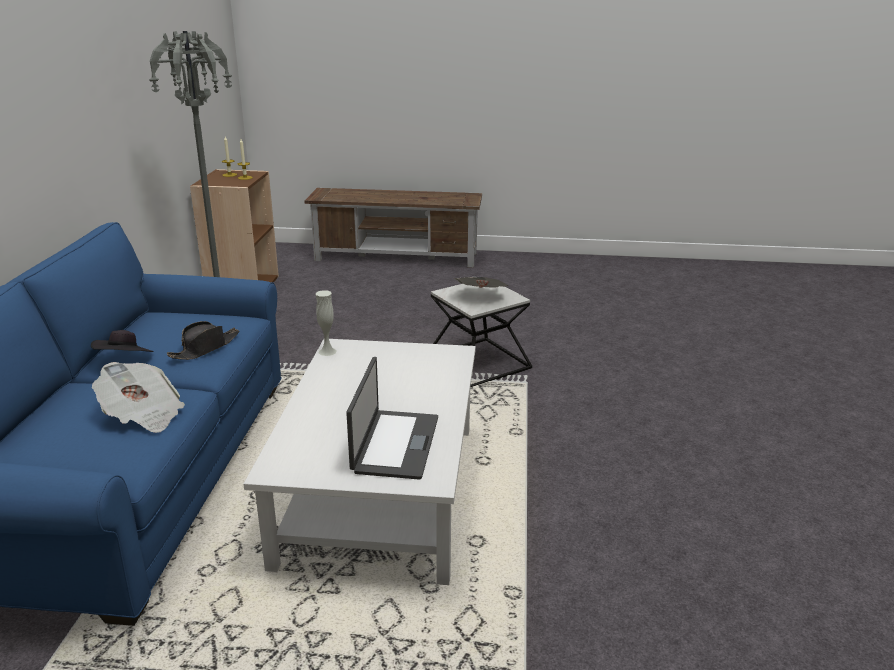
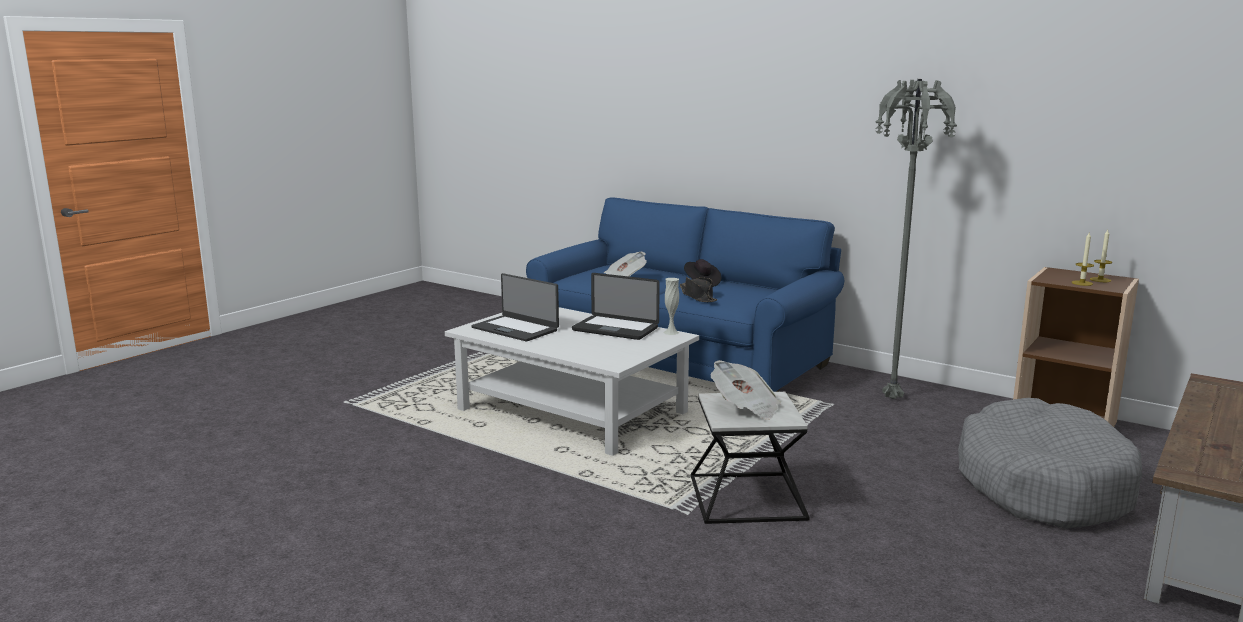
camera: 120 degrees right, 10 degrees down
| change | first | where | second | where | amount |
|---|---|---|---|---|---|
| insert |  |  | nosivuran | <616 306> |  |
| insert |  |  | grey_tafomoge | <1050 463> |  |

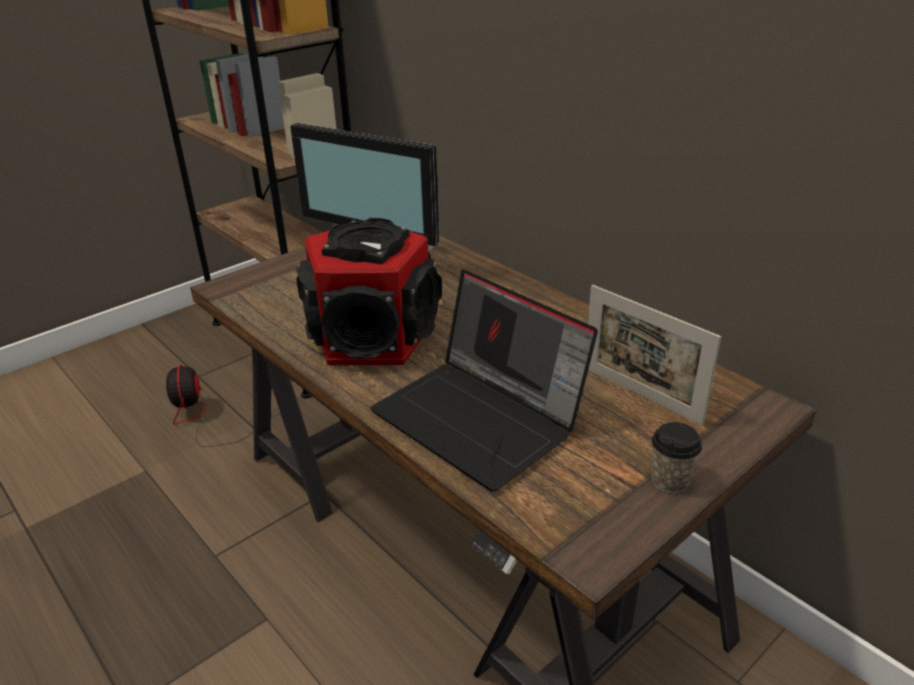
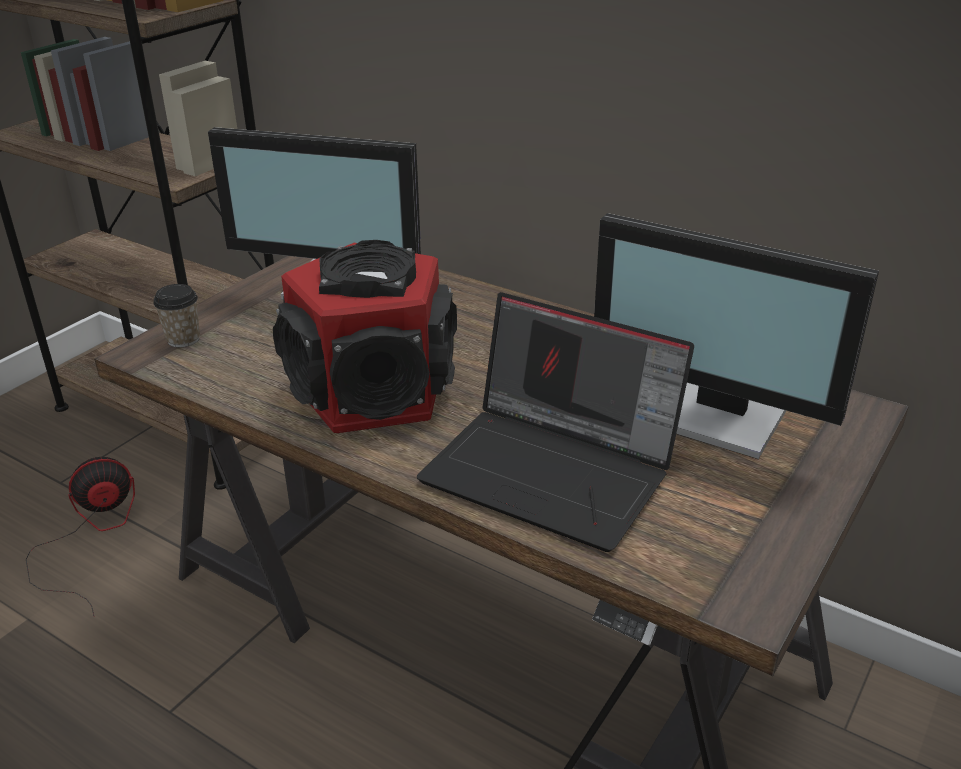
camera: 15 degrees left, 0 degrees up
| change | first | where | second | where | amount |
|---|---|---|---|---|---|
| rotate | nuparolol | <223 406> |  | <80 536> | 90 degrees clockwise |
| replace | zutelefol | <654 355> | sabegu | <736 336> |  |
| move | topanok | <676 458> |  | <176 315> |  |

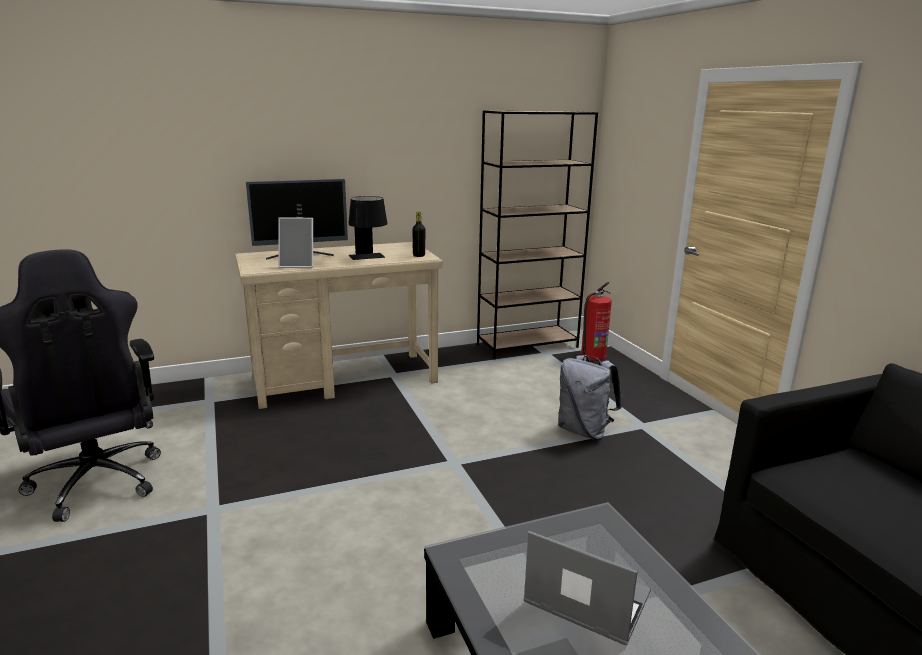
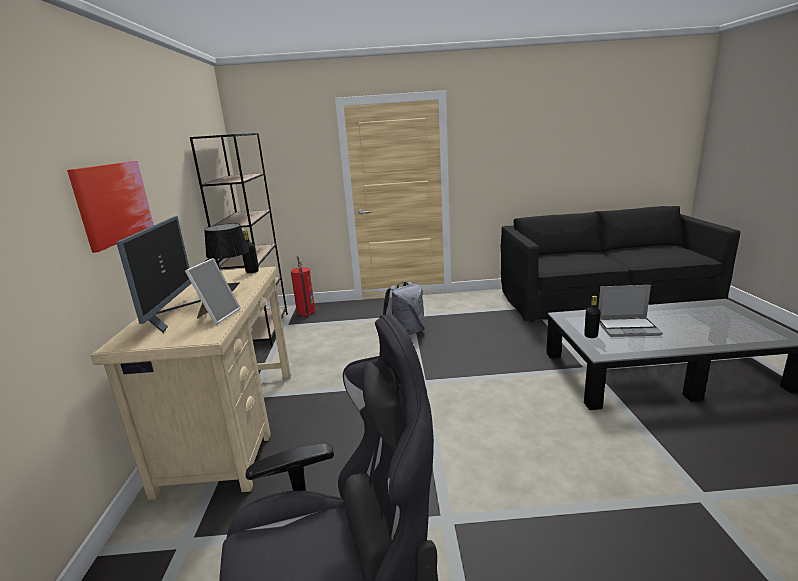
camera: 70 degrees left, 0 degrees up
| change | first | where | second | where | amount |
|---|---|---|---|---|---|
| rotate | nosivuran | <587 588> |  | <630 311> | 135 degrees counterclockwise |
| insert |  |  | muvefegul | <110 207> |  |
| insert |  |  | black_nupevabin | <592 316> |  |

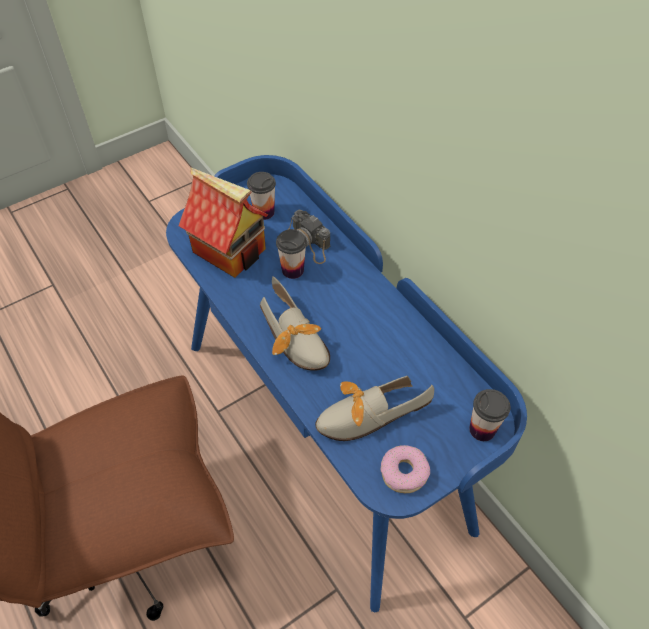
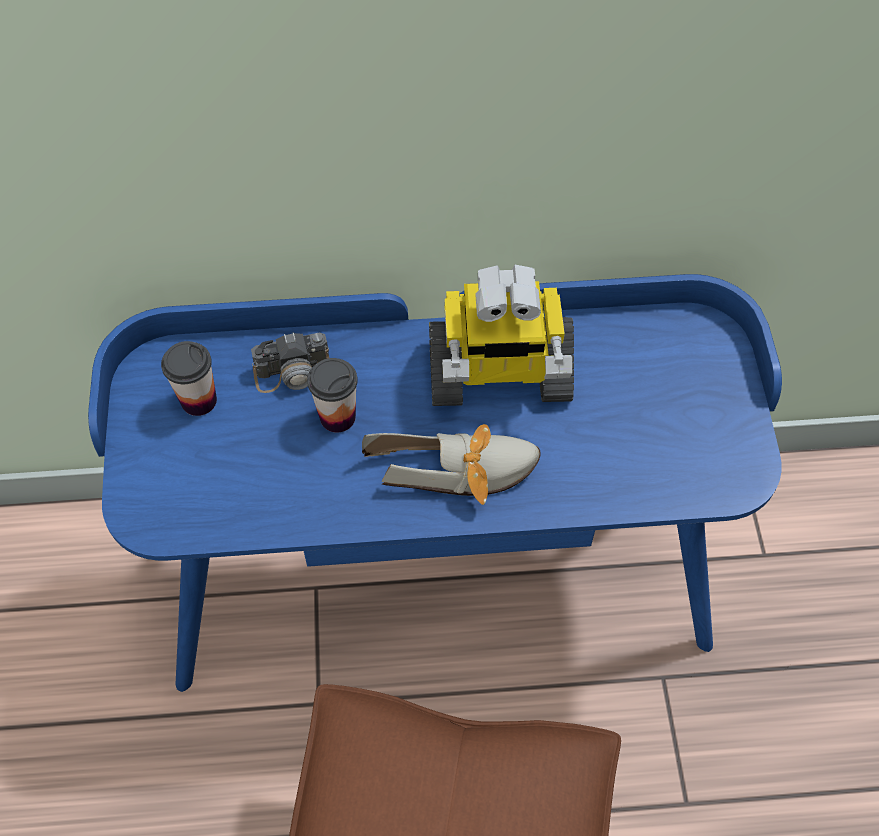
camera: 60 degrees left, 5 degrees up
| change | first | where | second | where | amount |
|---|---|---|---|---|---|
| delete | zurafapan | <223 223> |  |  |  |
| delete | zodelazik | <374 408> |  |  |  |
| delete | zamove | <405 469> |  |  |  |
| delete | topanok | <489 415> |  |  |  |
| insert |  |  | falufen | <501 335> |  |

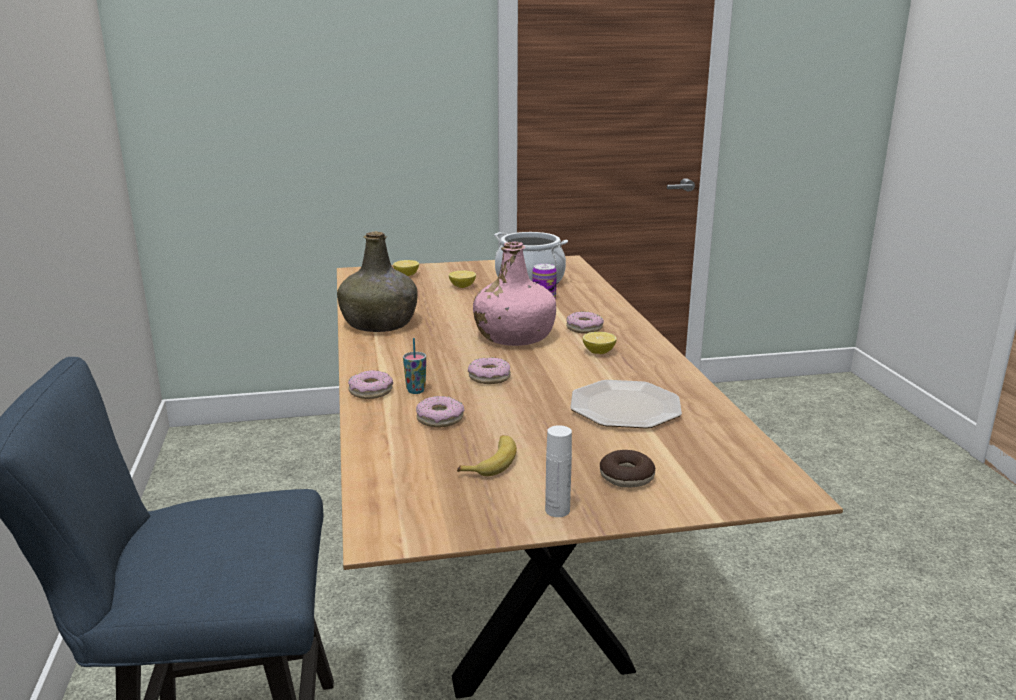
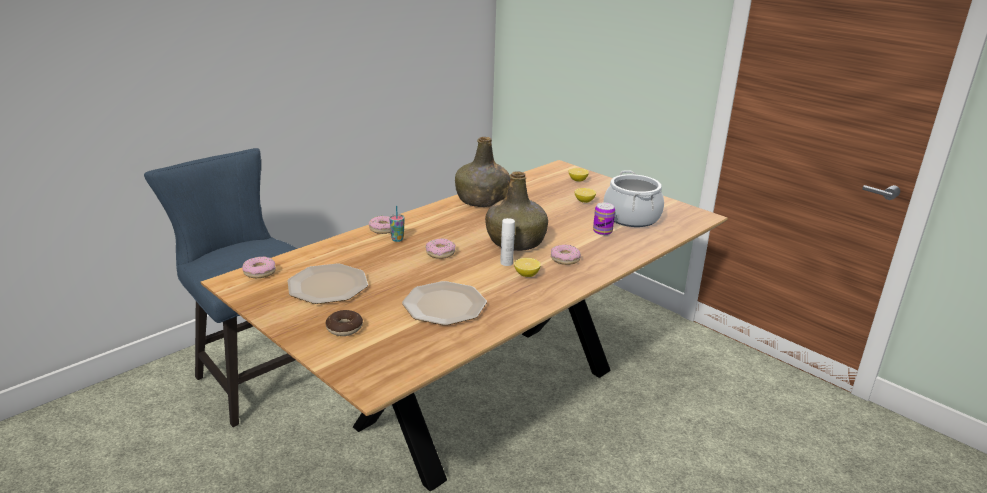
camera: 55 degrees right, 5 degrees up
| change | first | where | second | where | amount |
|---|---|---|---|---|---|
| move | zamove | <440 411> |  | <259 267> |  |
| replace | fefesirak | <487 455> | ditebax | <327 283> |  |
| recolor | pink_nupevabin | <514 294> | green_nupevabin | <516 211> |  |
| move | white_nupevabin | <558 471> |  | <507 242> |  |

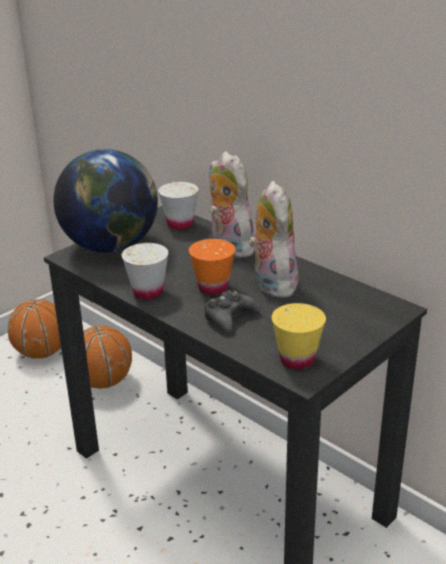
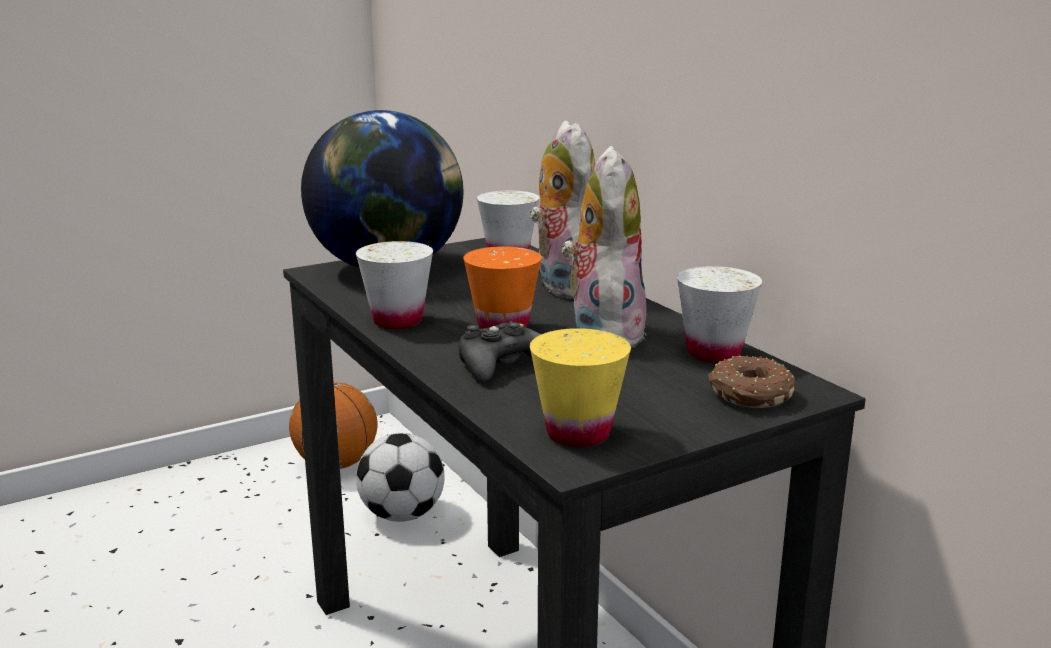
camera: 15 degrees right, 10 degrees down
| change | first | where | second | where | amount |
|---|---|---|---|---|---|
| replace | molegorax | <107 357> | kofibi | <400 477> |  |
| insert |  |  | white_topanok | <719 314> |  |
| insert |  |  | zamove | <752 382> |  |

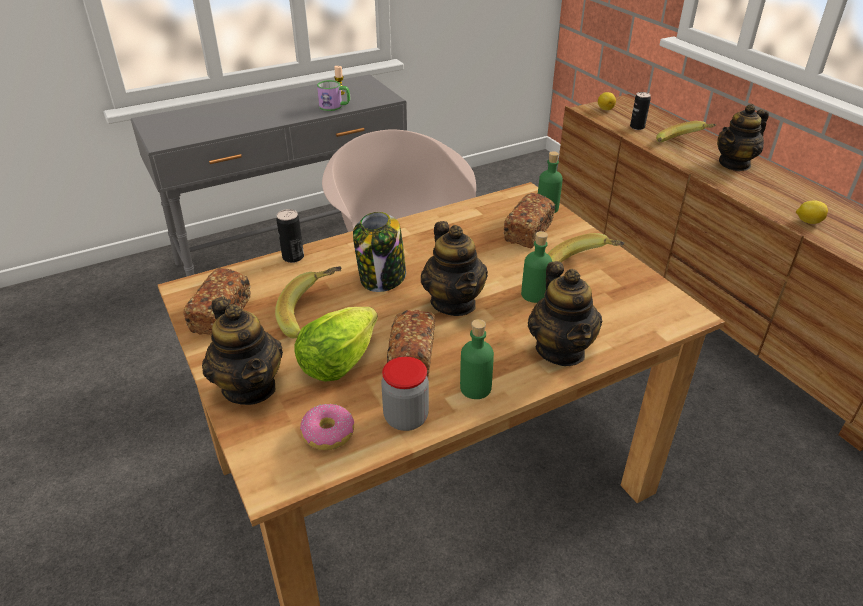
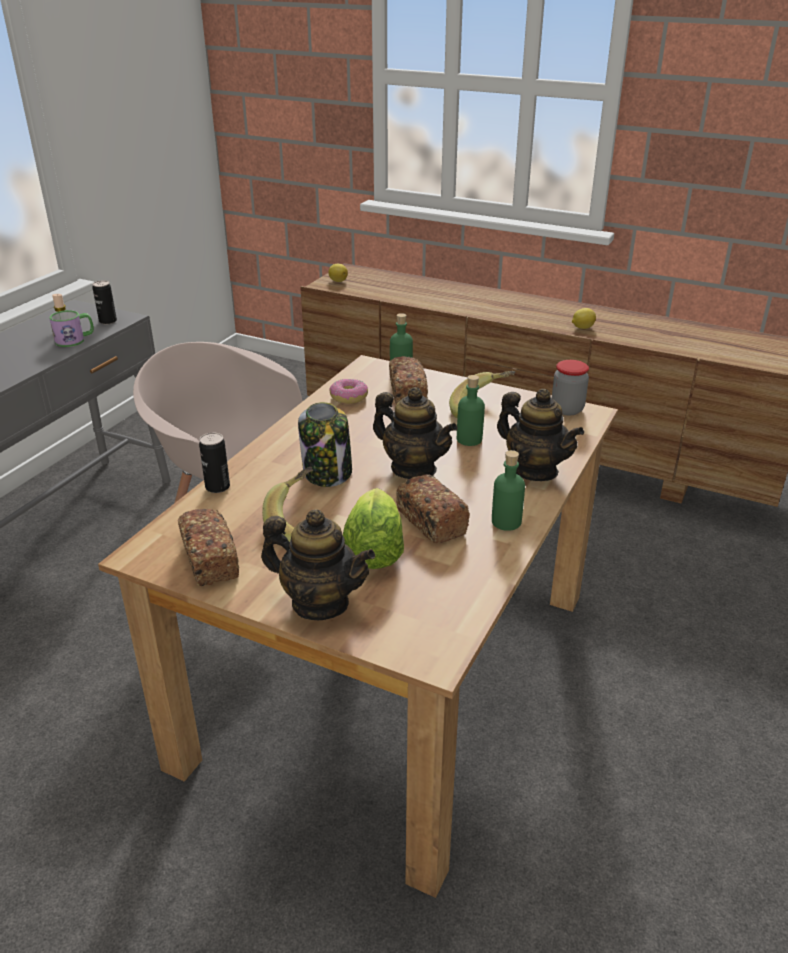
camera: 35 degrees left, 5 degrees down
| change | first | where | second | where | amount |
|---|---|---|---|---|---|
| move | zamove | <327 427> |  | <348 391> |  |
| move | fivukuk | <405 394> |  | <570 387> |  |
| move | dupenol | <640 111> |  | <104 303> |  |
| delete | fefesirak | <686 131> |  |  |  |
| delete | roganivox | <743 137> |  |  |  |

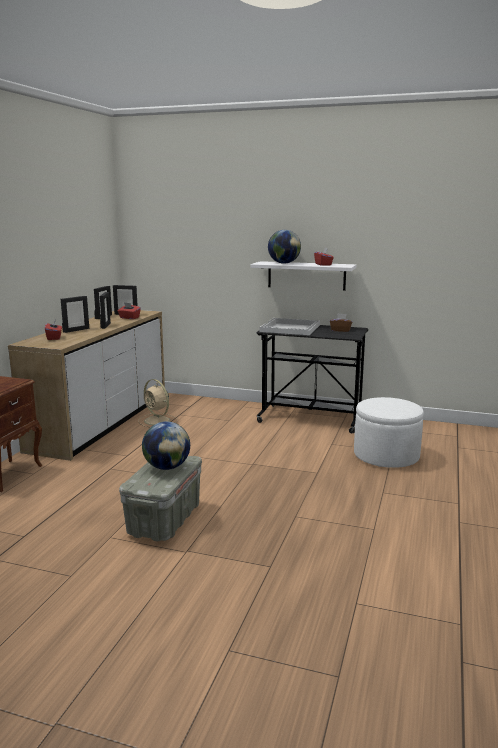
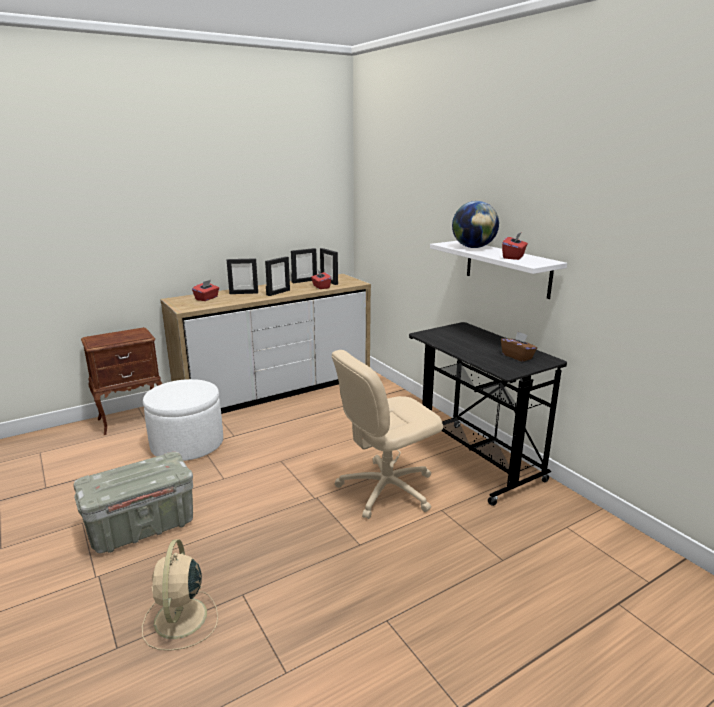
camera: 40 degrees right, 5 degrees up
| change | first | where | second | where | amount |
|---|---|---|---|---|---|
| move | beige_nuparolol | <158 403> |  | <180 595> |  |
| delete | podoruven | <166 445> |  |  |  |
| delete | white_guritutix | <290 326> |  |  |  |
| move | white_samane | <389 432> |  | <183 420> |  |
| insert |  |  | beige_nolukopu | <387 434> |  |

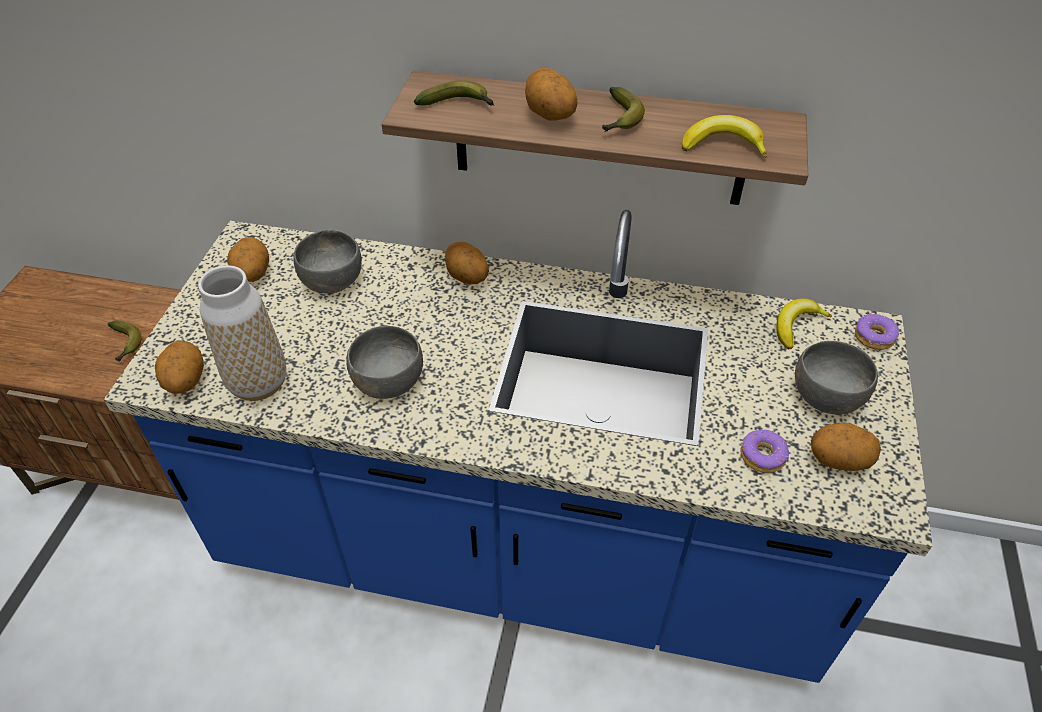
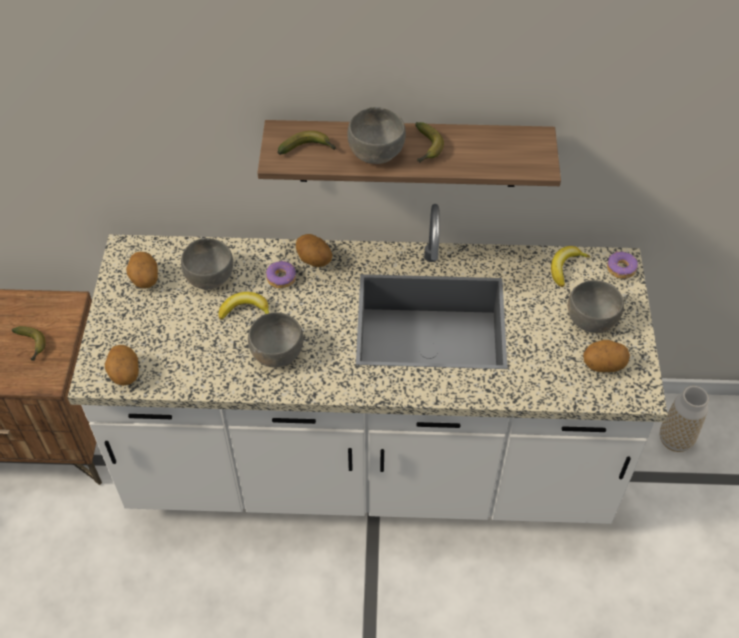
camera: 10 degrees left, 5 degrees up
| change | first | where | second | where | amount |
|---|---|---|---|---|---|
| recolor | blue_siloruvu | <518 446> | white_siloruvu | <367 364> |  |
| move | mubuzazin | <242 333> |  | <684 419> |  |
| replace | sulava | <551 94> | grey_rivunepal | <376 135> |  |
| move | fefesirak | <725 136> |  | <243 306> |  |
| move | zamove | <764 451> |  | <281 274> |  |

